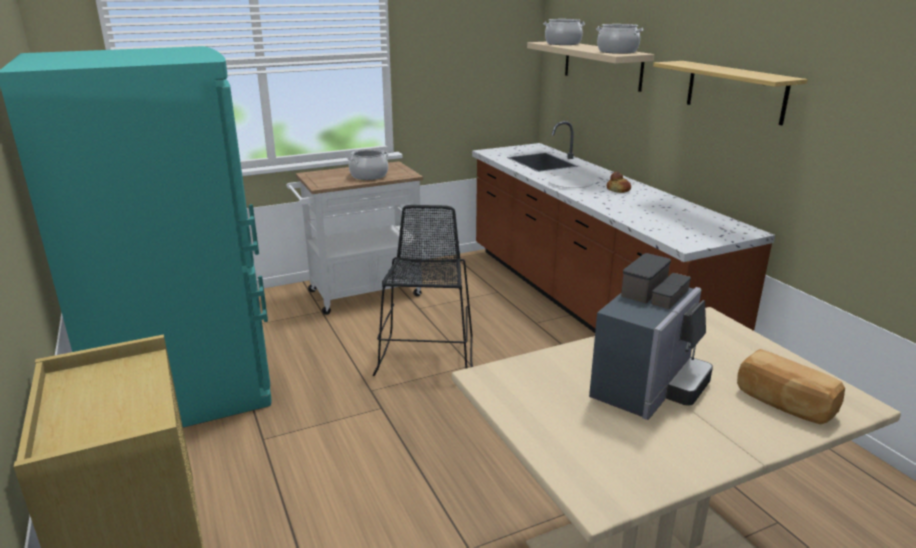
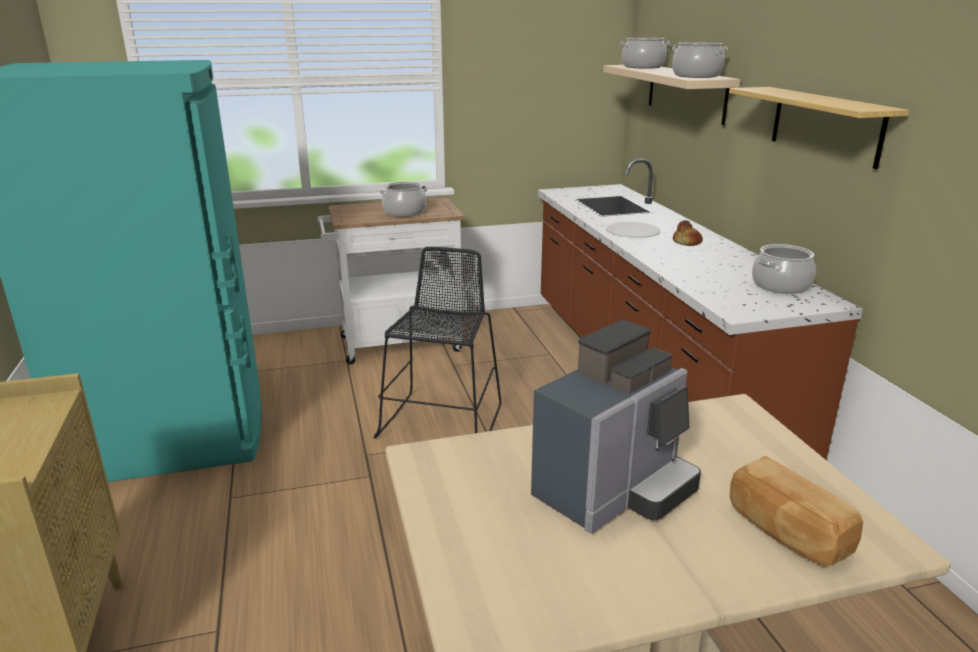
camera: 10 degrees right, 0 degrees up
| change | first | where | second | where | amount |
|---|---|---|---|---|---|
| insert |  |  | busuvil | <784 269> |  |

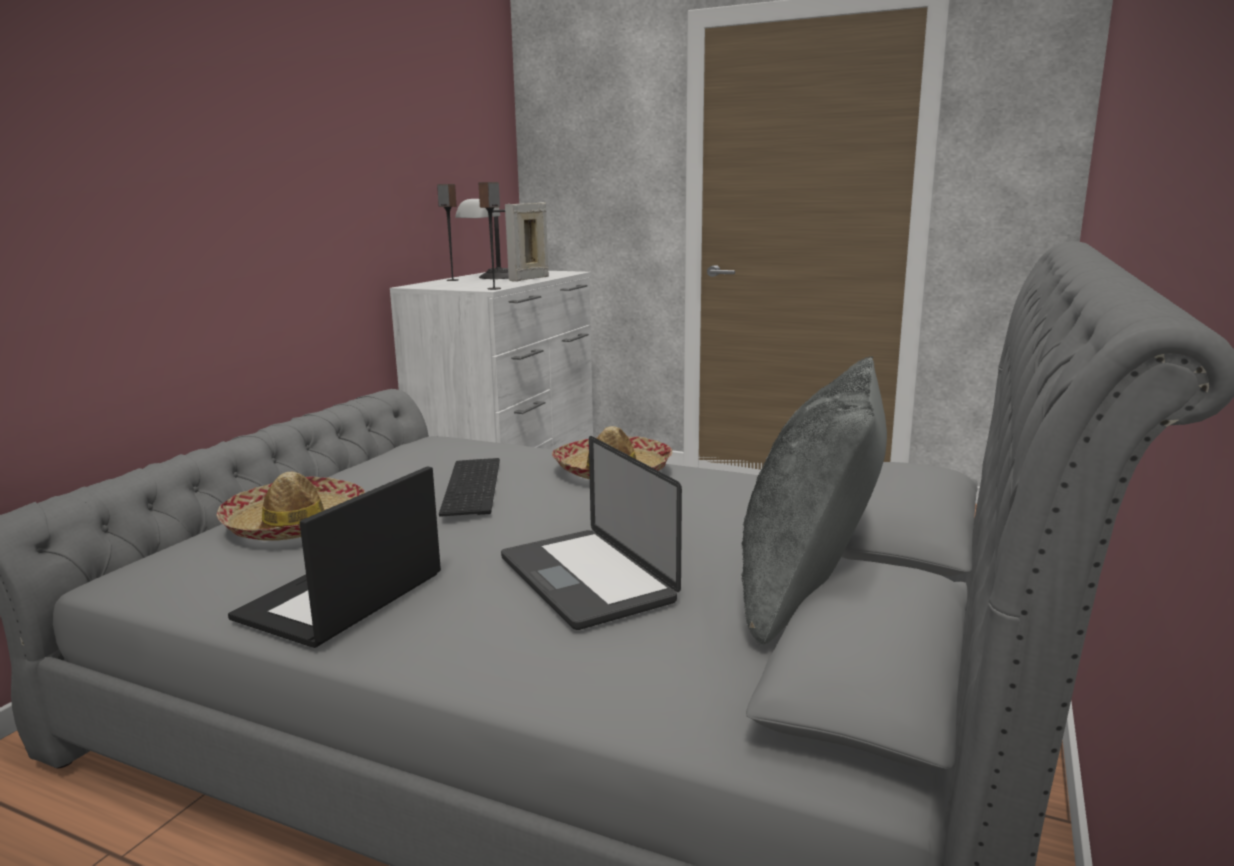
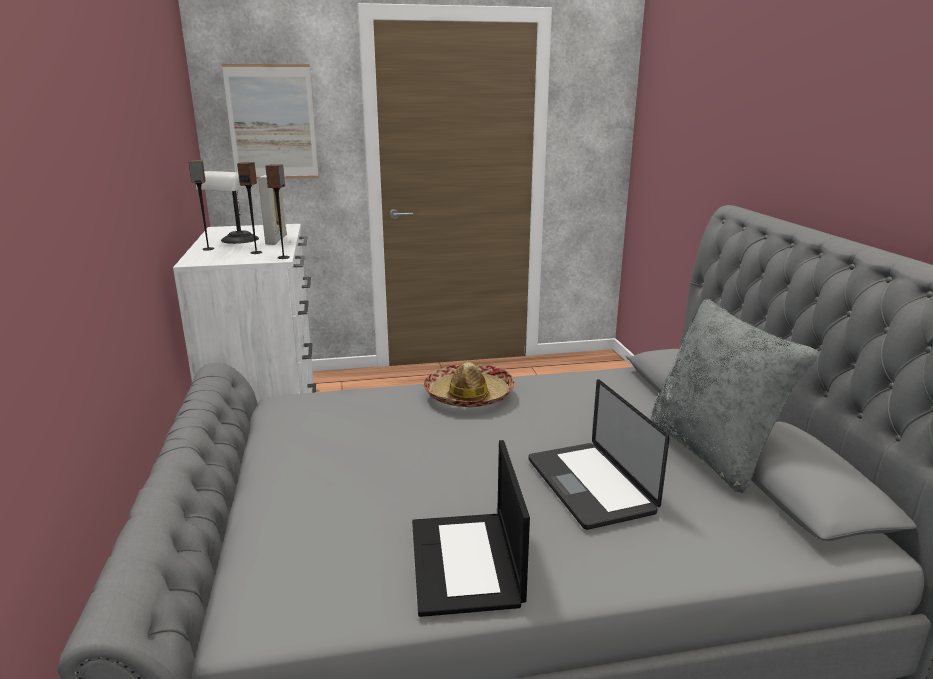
camera: 35 degrees left, 5 degrees up
| change | first | where | second | where | amount |
|---|---|---|---|---|---|
| delete | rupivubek | <291 506> |  |  |  |
| delete | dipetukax | <469 487> |  |  |  |
| rotate | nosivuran | <591 533> |  | <599 454> | 45 degrees clockwise |
| insert |  |  | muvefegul | <270 121> |  |
| insert |  |  | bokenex | <249 208> |  |

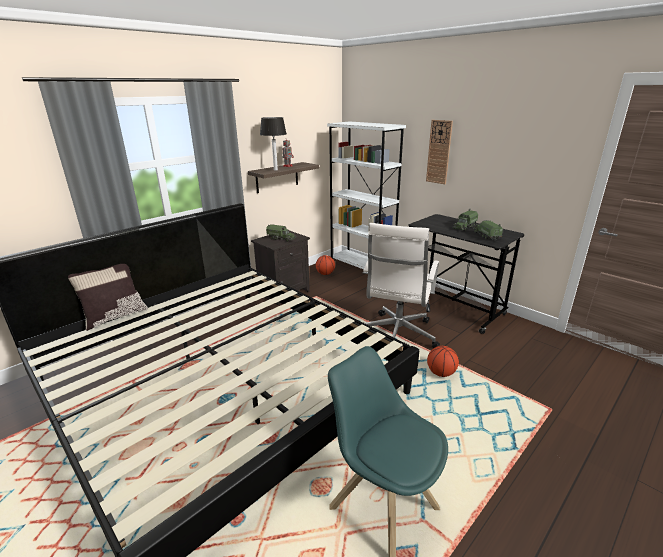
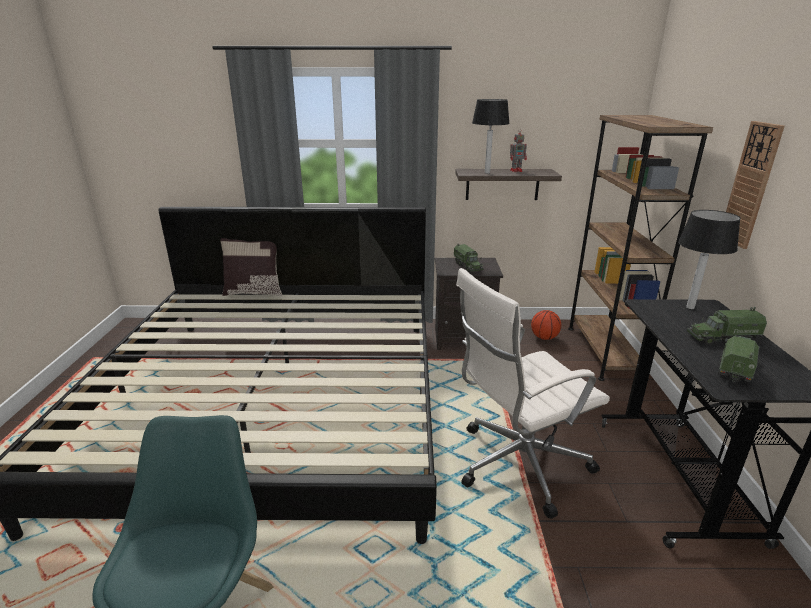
camera: 45 degrees right, 0 degrees up
| change | first | where | second | where | amount |
|---|---|---|---|---|---|
| recolor | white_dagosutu | <366 195> | brown_dagosutu | <640 248> |  |
| delete | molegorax | <443 361> |  |  |  |
| insert |  |  | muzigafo | <709 259> |  |

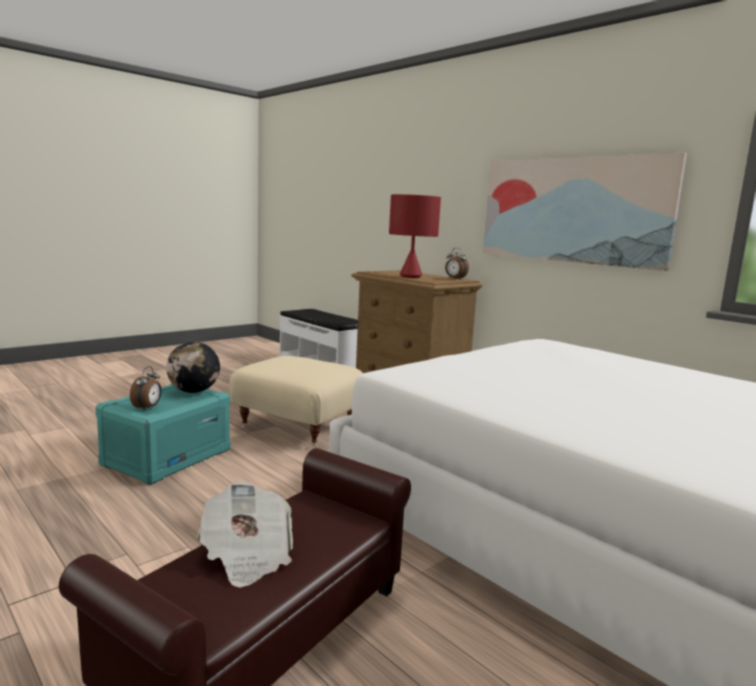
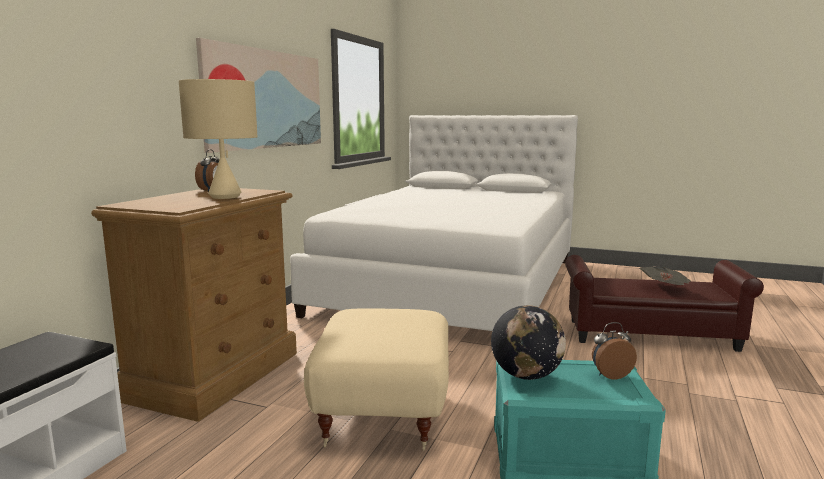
camera: 115 degrees left, 0 degrees up
| change | first | where | second | where | amount |
|---|---|---|---|---|---|
| recolor | red_muzigafo | <415 236> | beige_muzigafo | <218 139> |  |

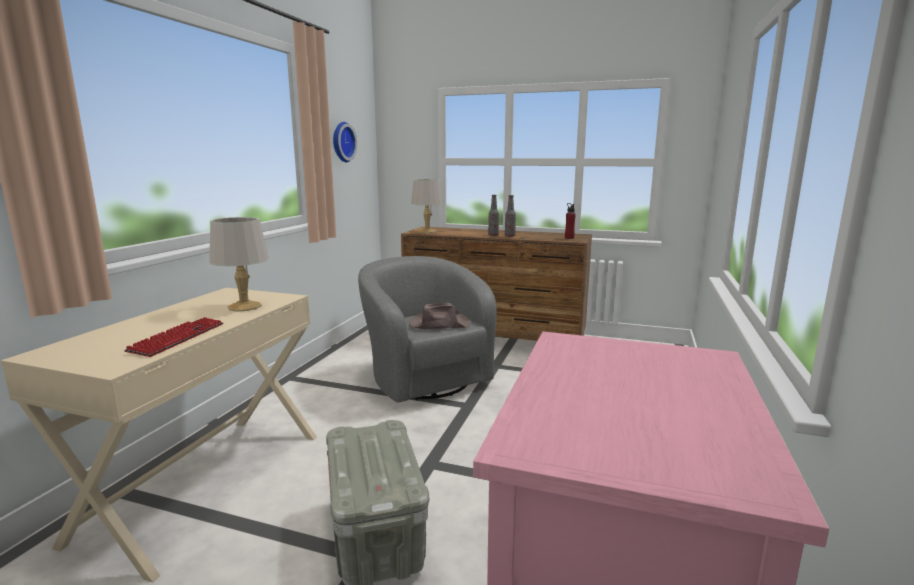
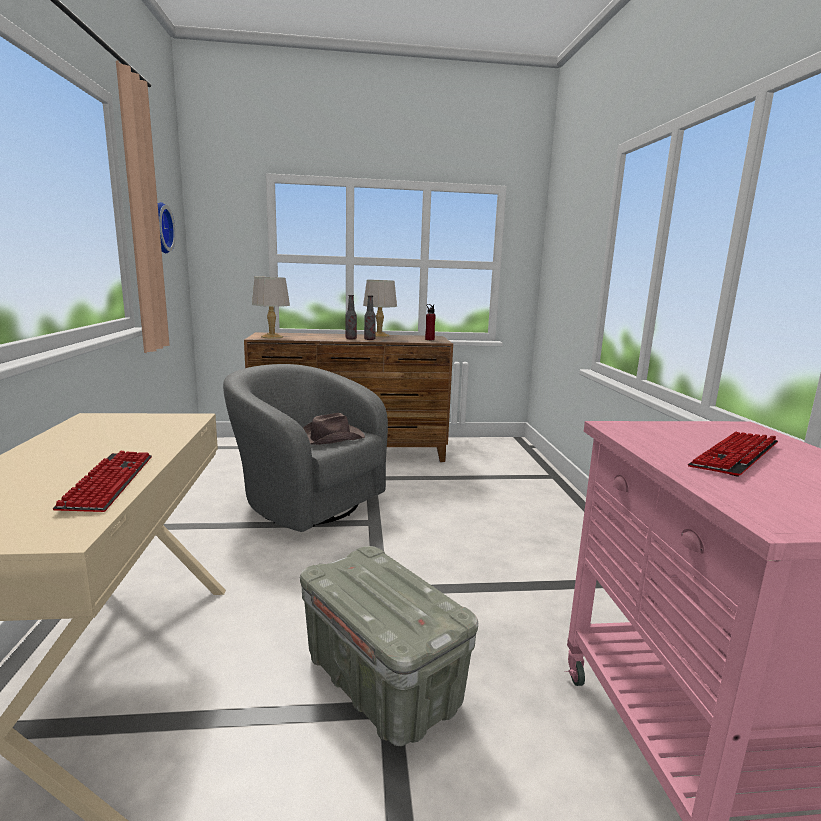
camera: 25 degrees left, 0 degrees up
| change | first | where | second | where | amount |
|---|---|---|---|---|---|
| move | grey_muzigafo | <239 264> |  | <380 308> |  |
| insert |  |  | dipetukax | <733 454> |  |

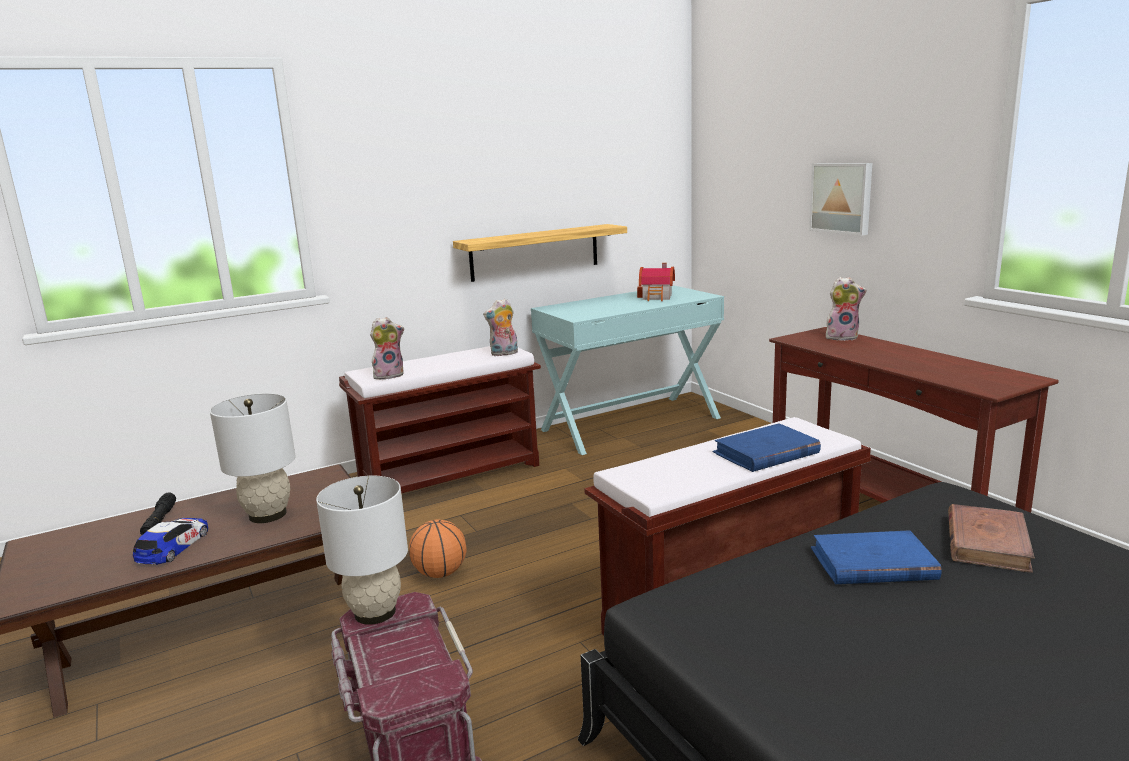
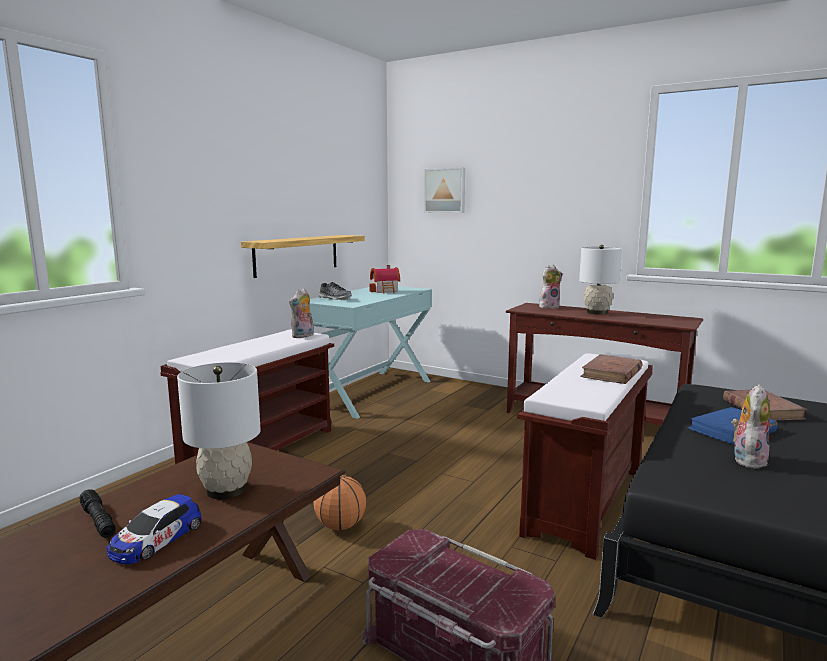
camera: 30 degrees left, 5 degrees down
| change | first | where | second | where | amount |
|---|---|---|---|---|---|
| rotate | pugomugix | <170 541> |  | <154 529> | 135 degrees counterclockwise |
| move | white_muzigafo | <362 550> |  | <600 280> |  |
| move | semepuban | <387 348> |  | <750 426> |  |
| recolor | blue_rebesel | <767 447> | brown_rebesel | <611 369> |  |
| move | muvefegul | <840 199> |  | <444 190> |  |
| insert |  |  | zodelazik | <335 291> |  |

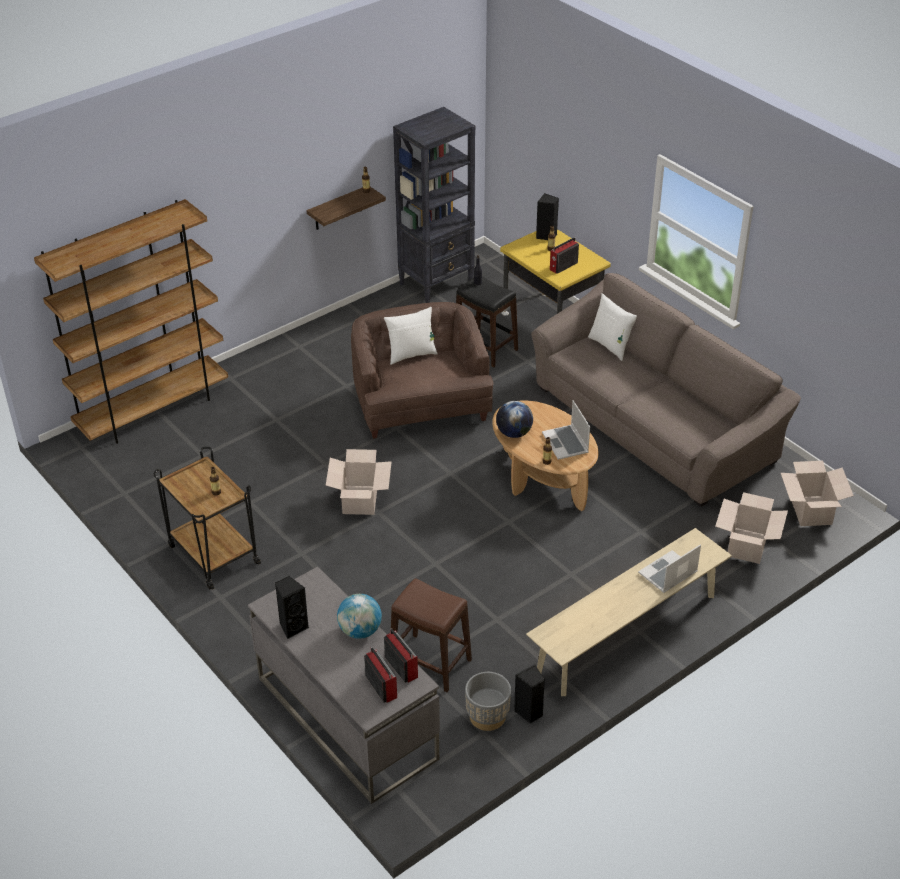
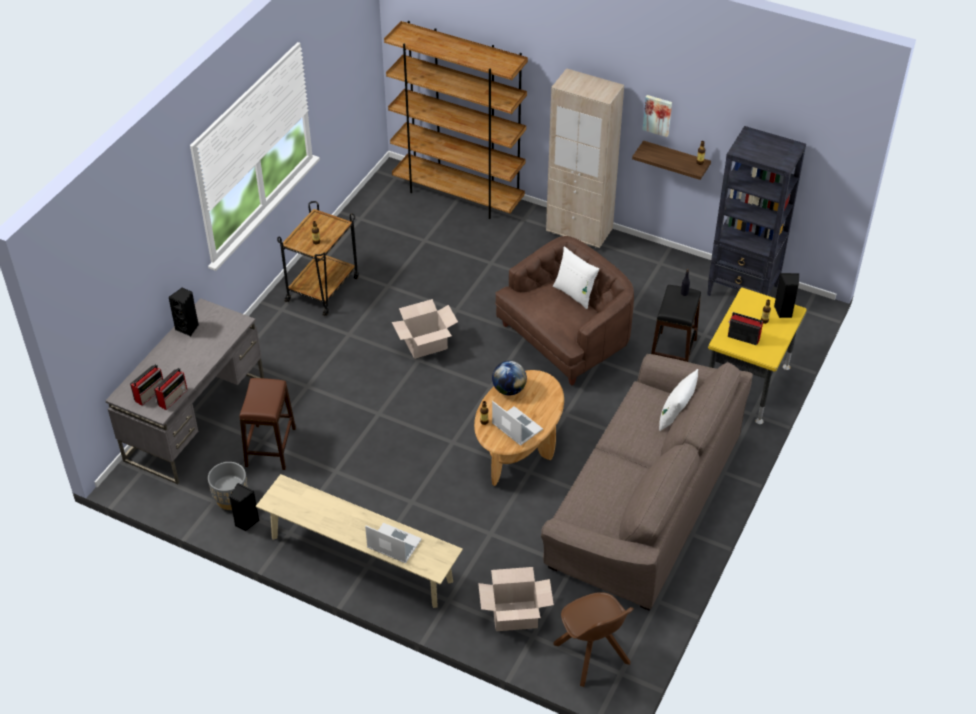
camera: 65 degrees right, 5 degrees up
| change | first | where | second | where | amount |
|---|---|---|---|---|---|
| delete | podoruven | <359 616> |  |  |  |
| rotate | nosivuran | <566 430> |  | <517 423> | 90 degrees clockwise |
| replace | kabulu | <817 493> | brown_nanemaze | <594 639> |  |
| insert |  |  | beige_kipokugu | <585 158> |  |
| insert |  |  | muvefegul | <657 116> |  |

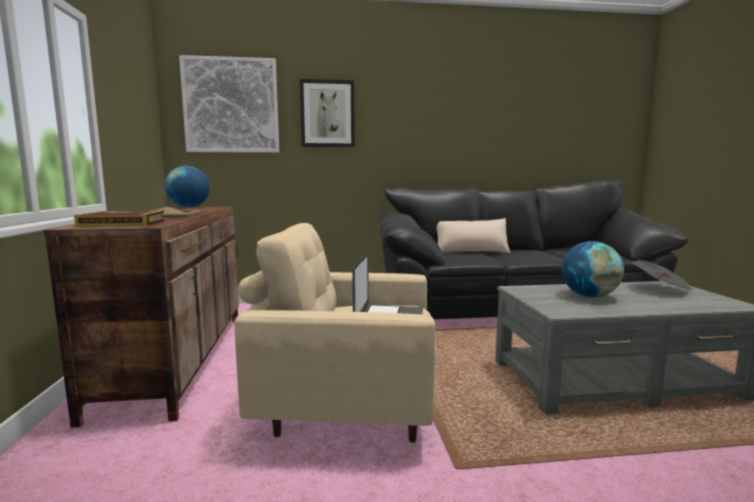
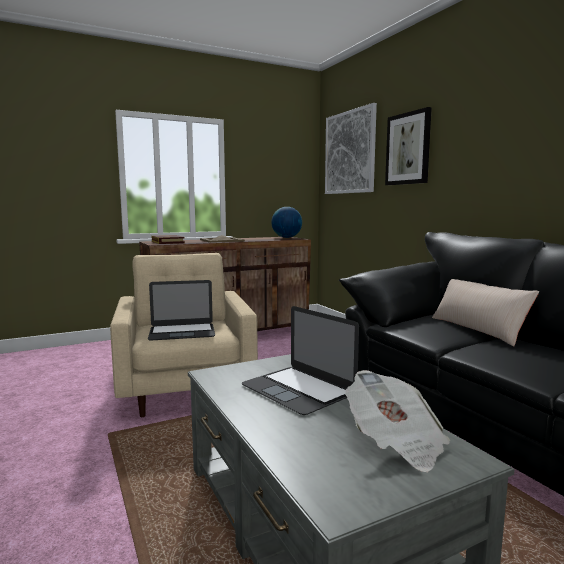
camera: 70 degrees right, 0 degrees up
| change | first | where | second | where | amount |
|---|---|---|---|---|---|
| replace | podoruven | <592 269> | nosivuran | <300 360> |  |

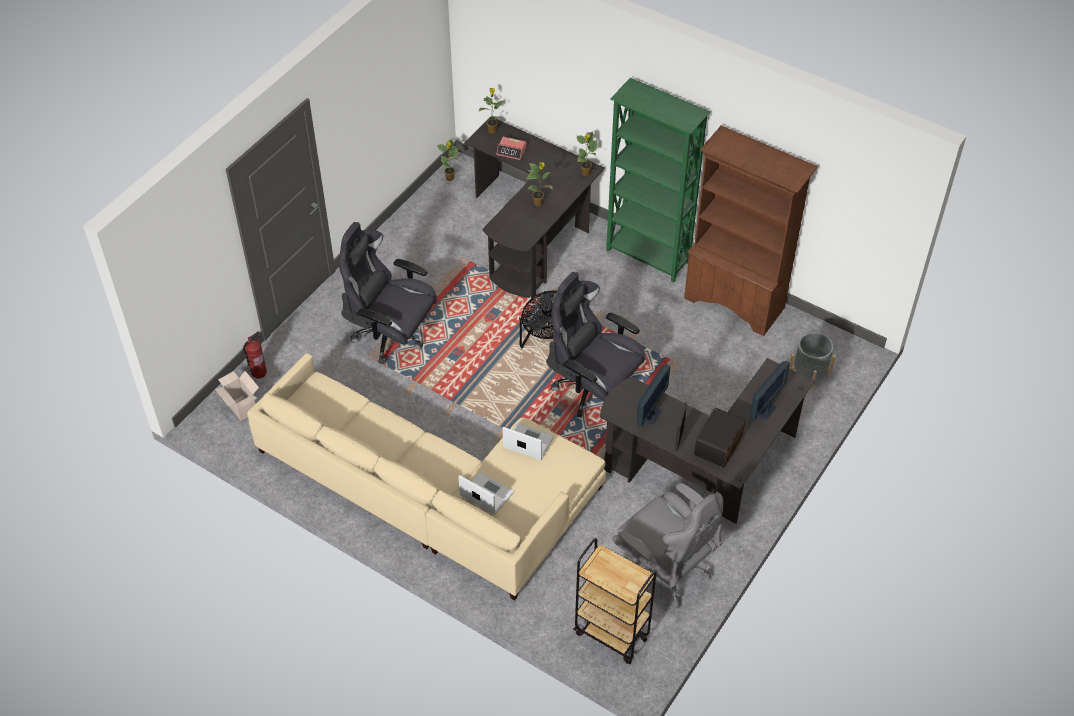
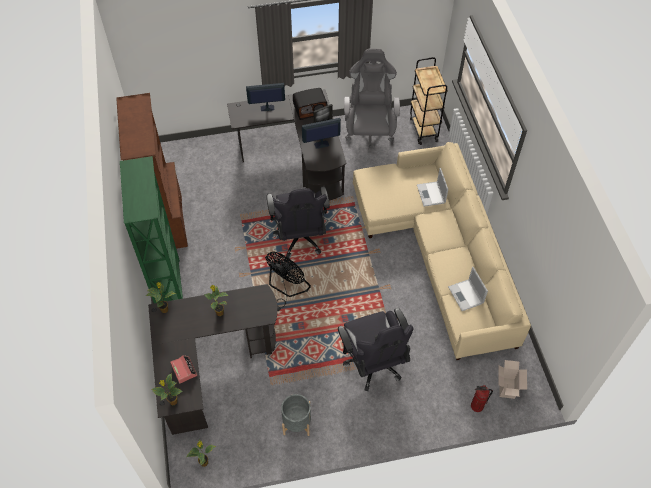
camera: 135 degrees left, 5 degrees up
| change | first | where | second | where | amount |
|---|---|---|---|---|---|
| move | nosivuran | <528 441> |  | <468 289> |  |
| move | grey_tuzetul | <812 362> |  | <296 415> |  |

